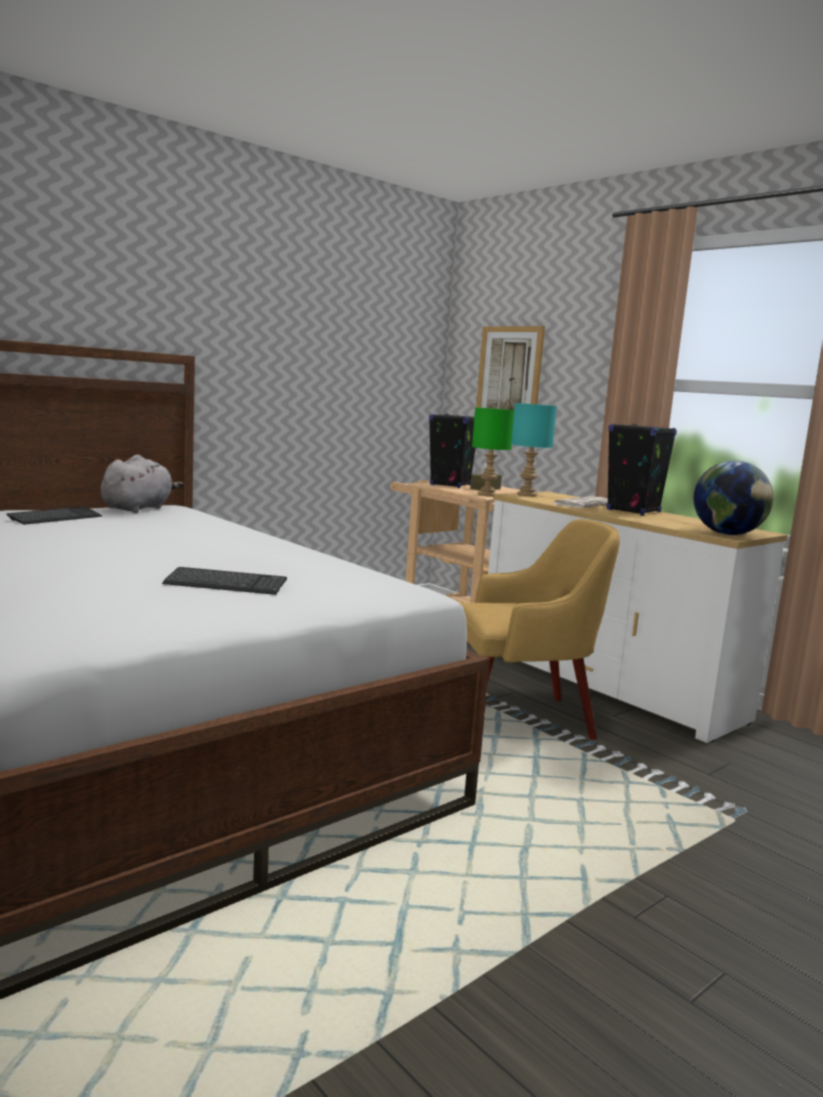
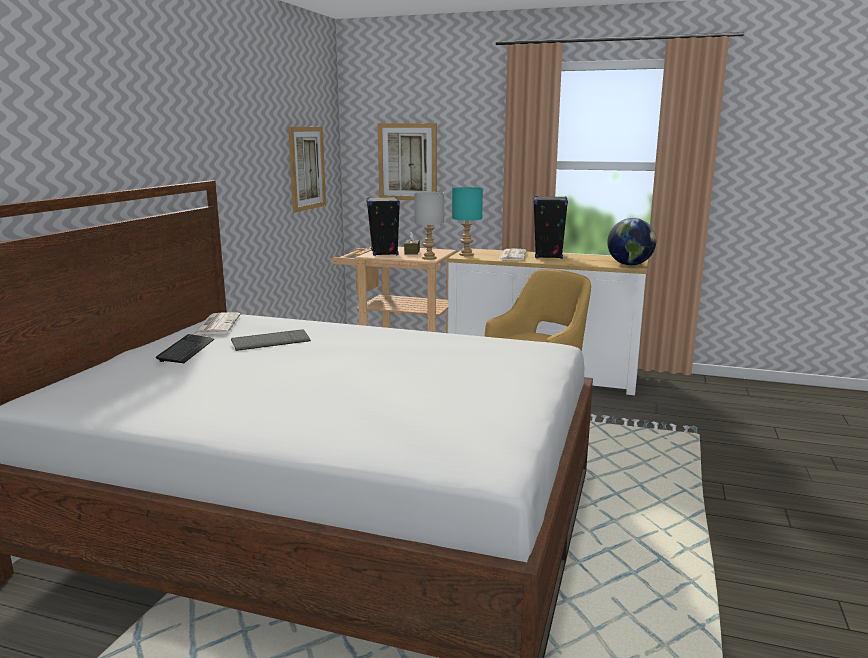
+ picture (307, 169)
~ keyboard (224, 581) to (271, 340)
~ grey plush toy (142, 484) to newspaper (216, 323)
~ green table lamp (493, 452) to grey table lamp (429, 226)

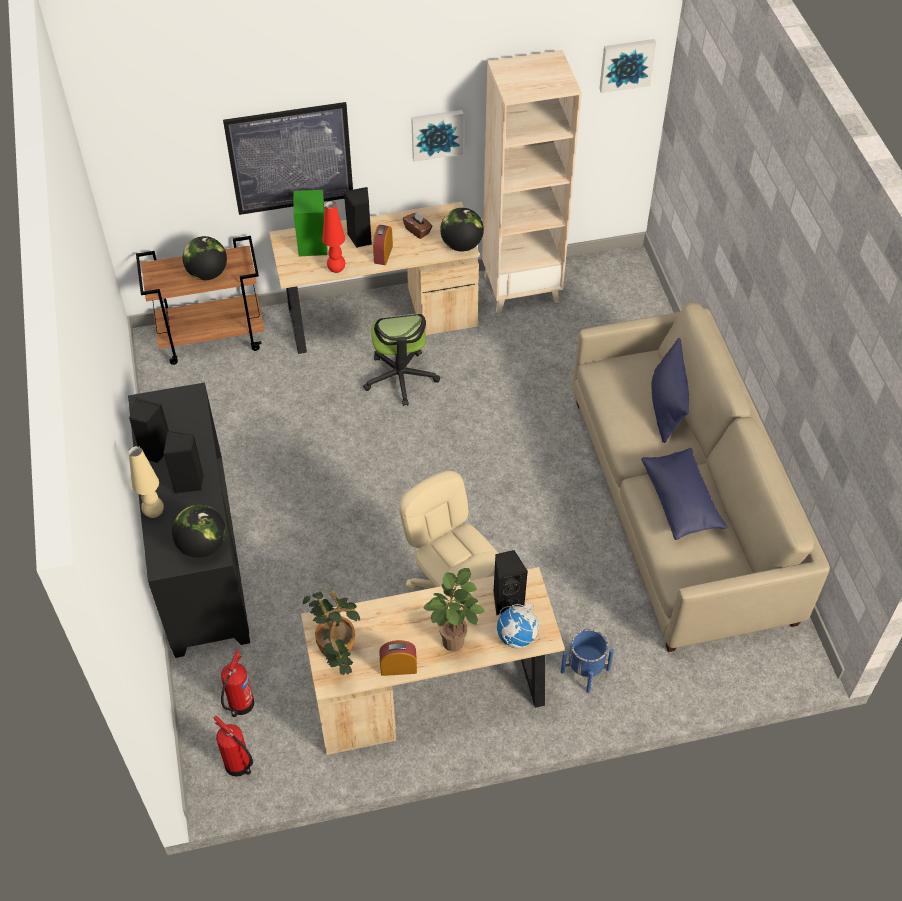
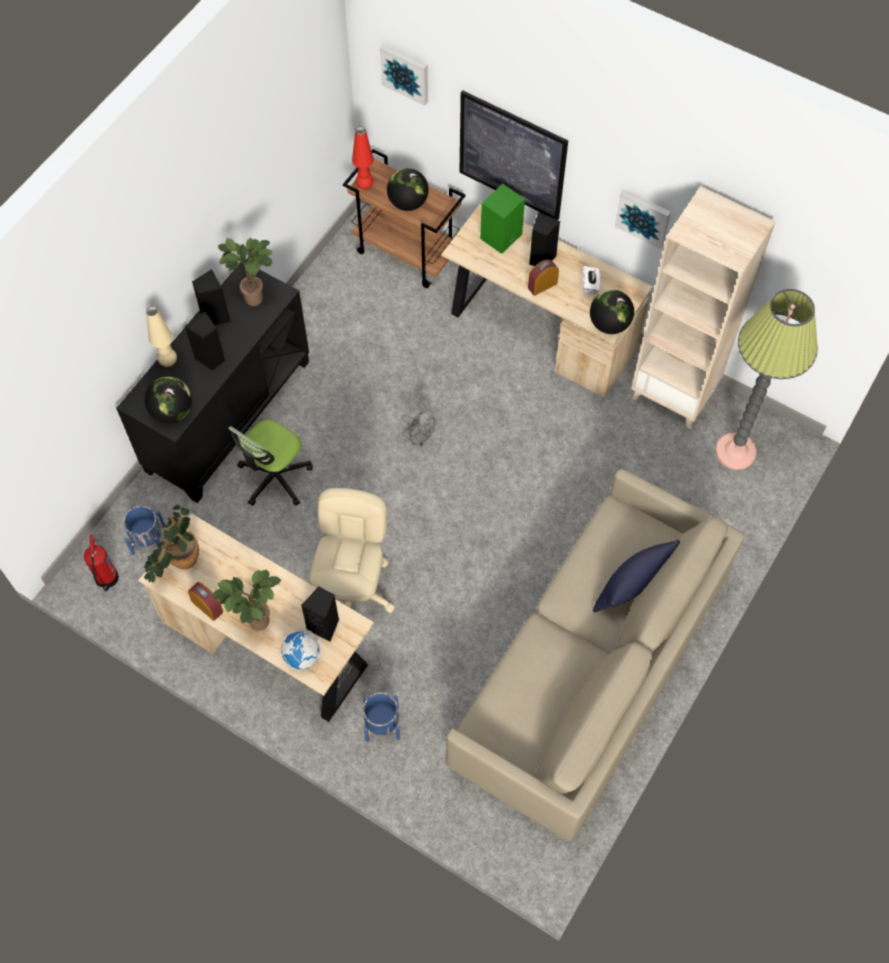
- blue pillow (684, 494)
+ potted plant (245, 272)
+ grey fan (418, 428)
+ floor lamp (766, 379)
~ red table lamp (333, 237) to (363, 158)
~ office chair (401, 359) to (270, 463)
~ picture (627, 66) to (404, 75)
~ fire extinguisher (237, 683) to blue planter (144, 530)
~ brown tissue box (417, 225) to white tissue box (591, 280)

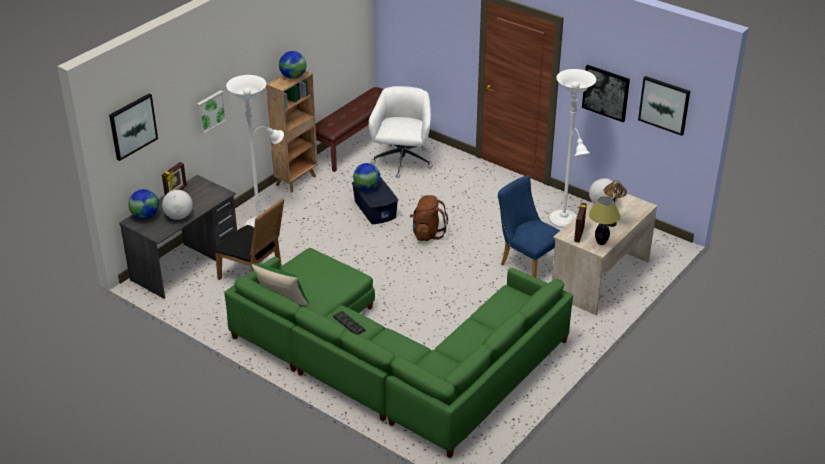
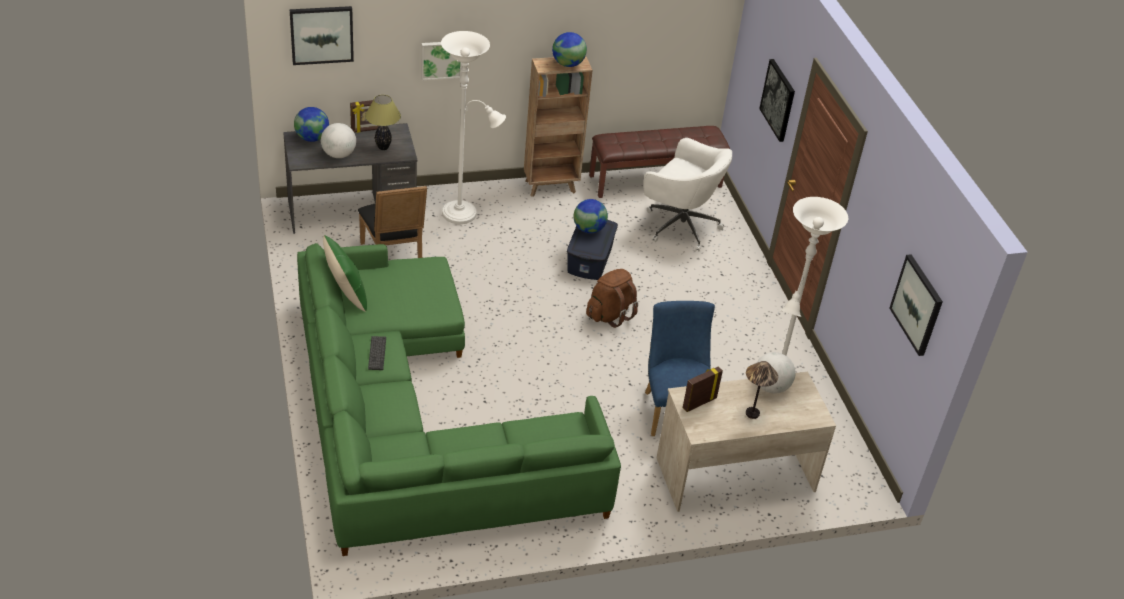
~ picture (606, 93) to (777, 100)
~ table lamp (604, 220) to (383, 122)
~ white office chair (401, 132) = (687, 194) 75 degrees clockwise

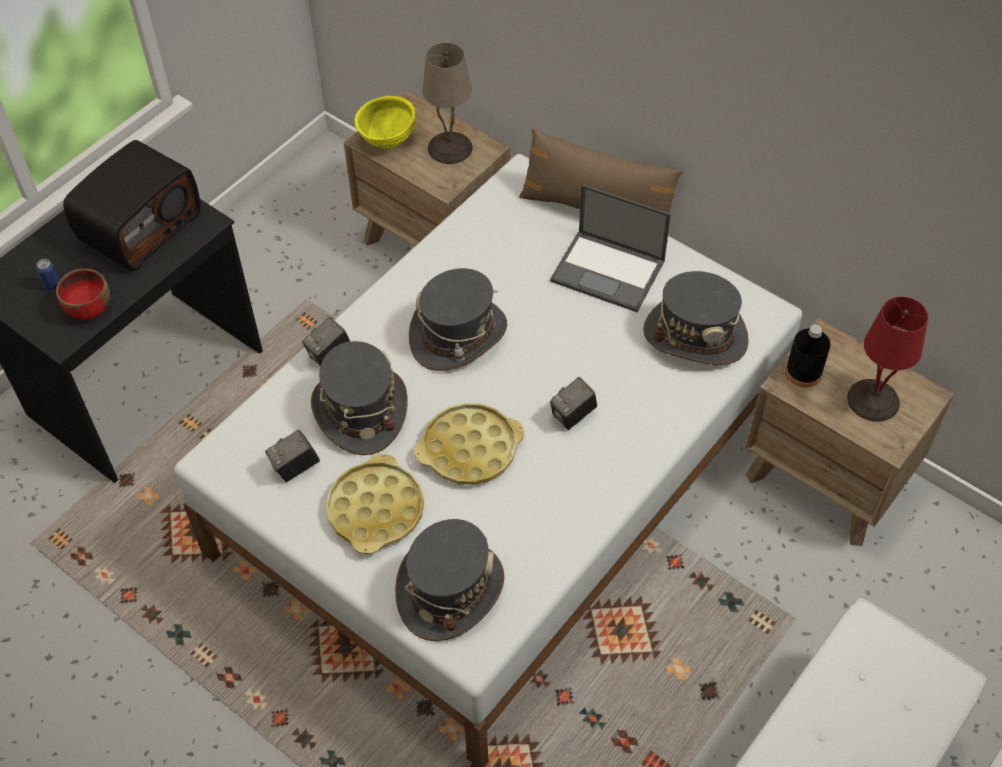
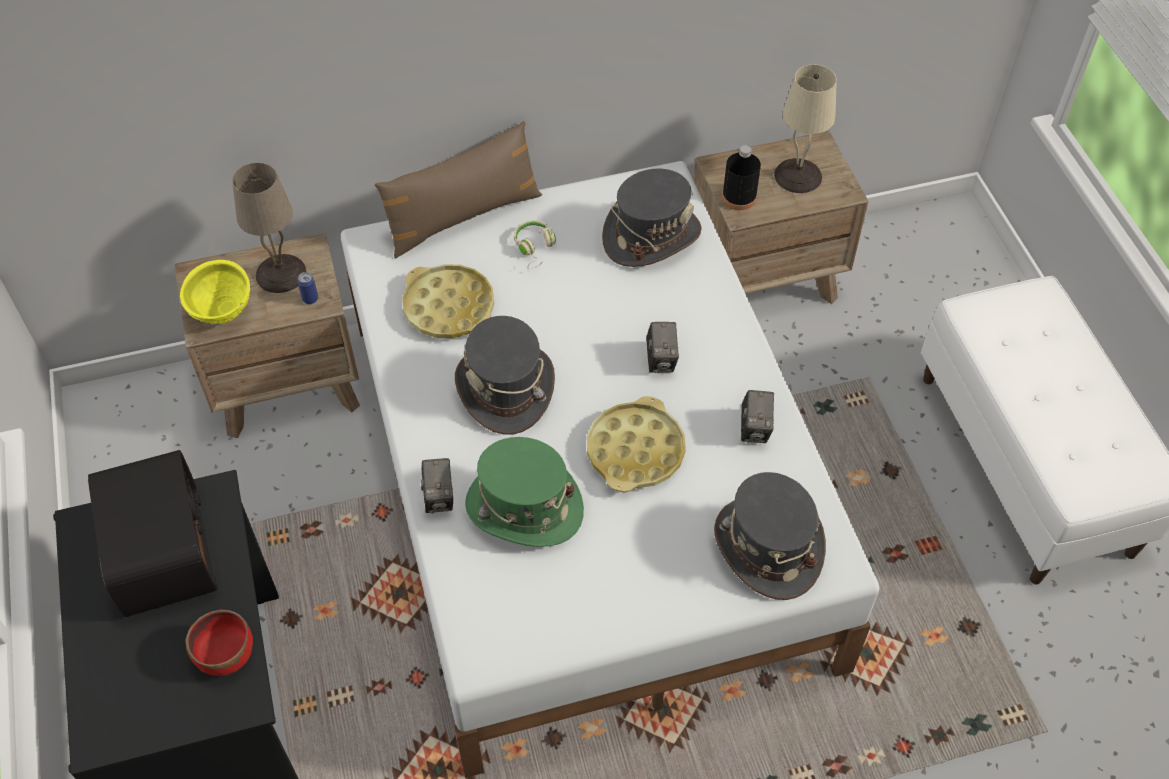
~ can (48, 275) to (307, 288)
~ photo camera (292, 456) to (757, 416)
~ yellow tray (375, 504) to (448, 301)
~ laptop (610, 248) to beige headphones (535, 244)
~ grey hat (359, 398) to green hat (524, 492)
~ red table lamp (887, 359) to beige table lamp (805, 128)

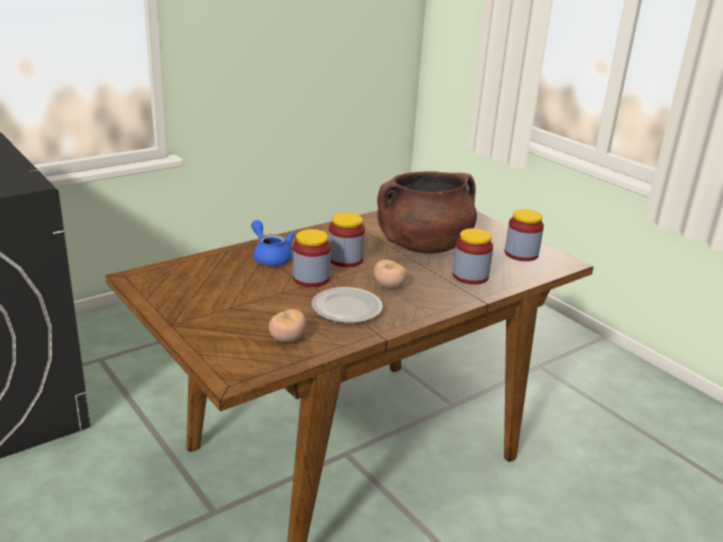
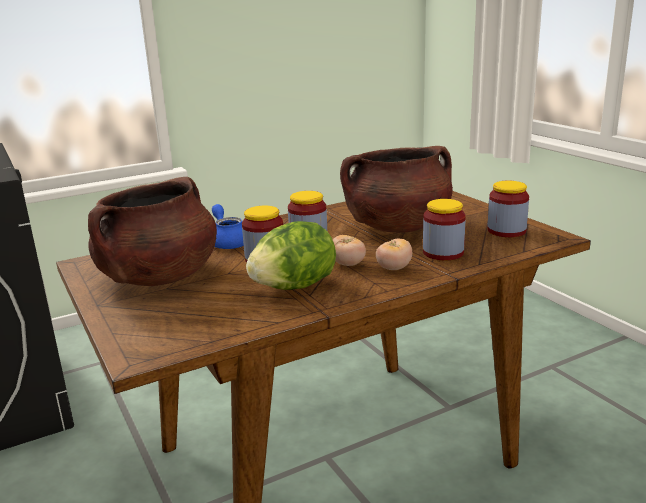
+ brown cooking pot (152, 231)
~ tomato (287, 325) to (394, 254)
~ plate (347, 305) to lettuce (291, 255)

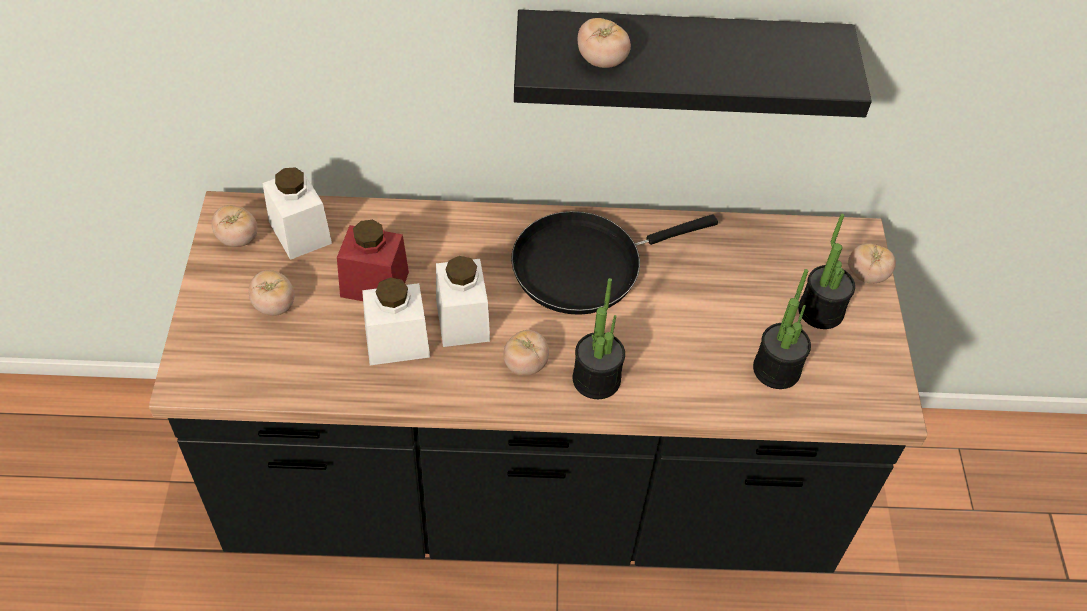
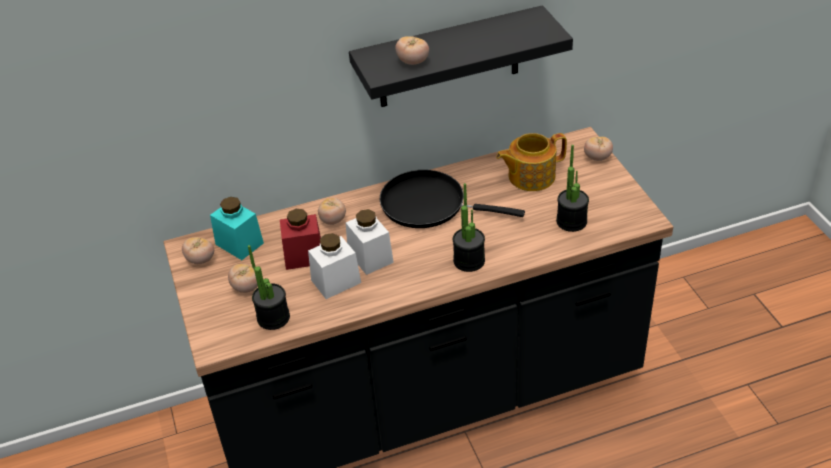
+ teapot (531, 162)
~ tomato (526, 353) to (332, 211)
~ potted plant (826, 271) to (269, 287)
~ white jar (297, 213) to turquoise jar (237, 228)
~ black frying pan (614, 263) = (452, 199) 60 degrees clockwise

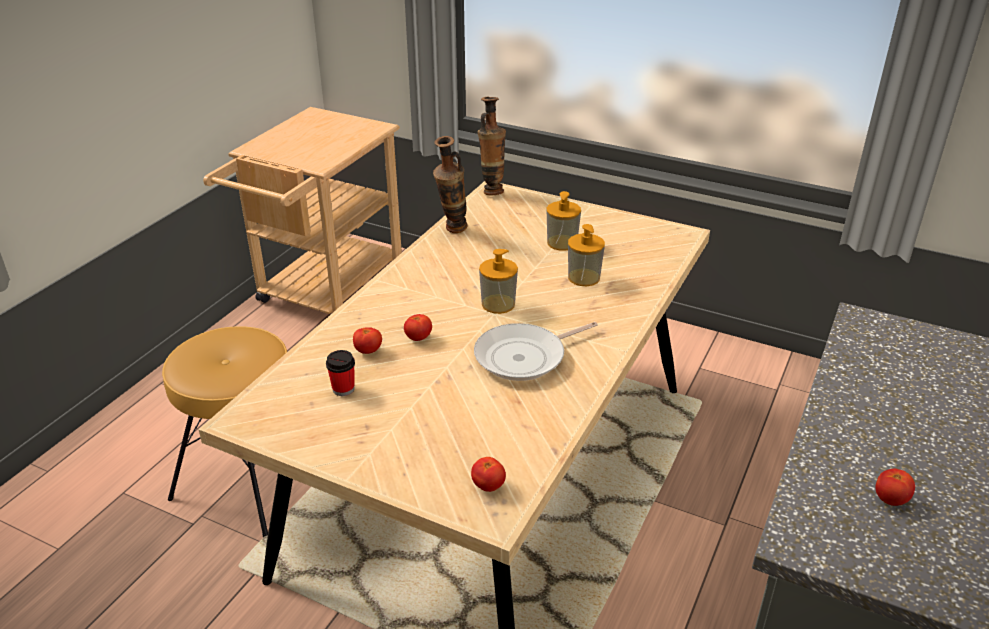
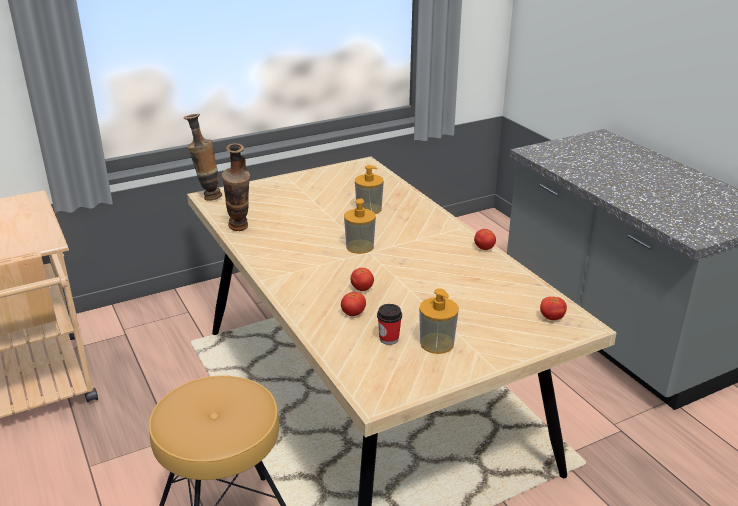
- frying pan (536, 351)
~ soap dispenser (563, 221) to (439, 321)
~ tomato (895, 487) to (485, 239)

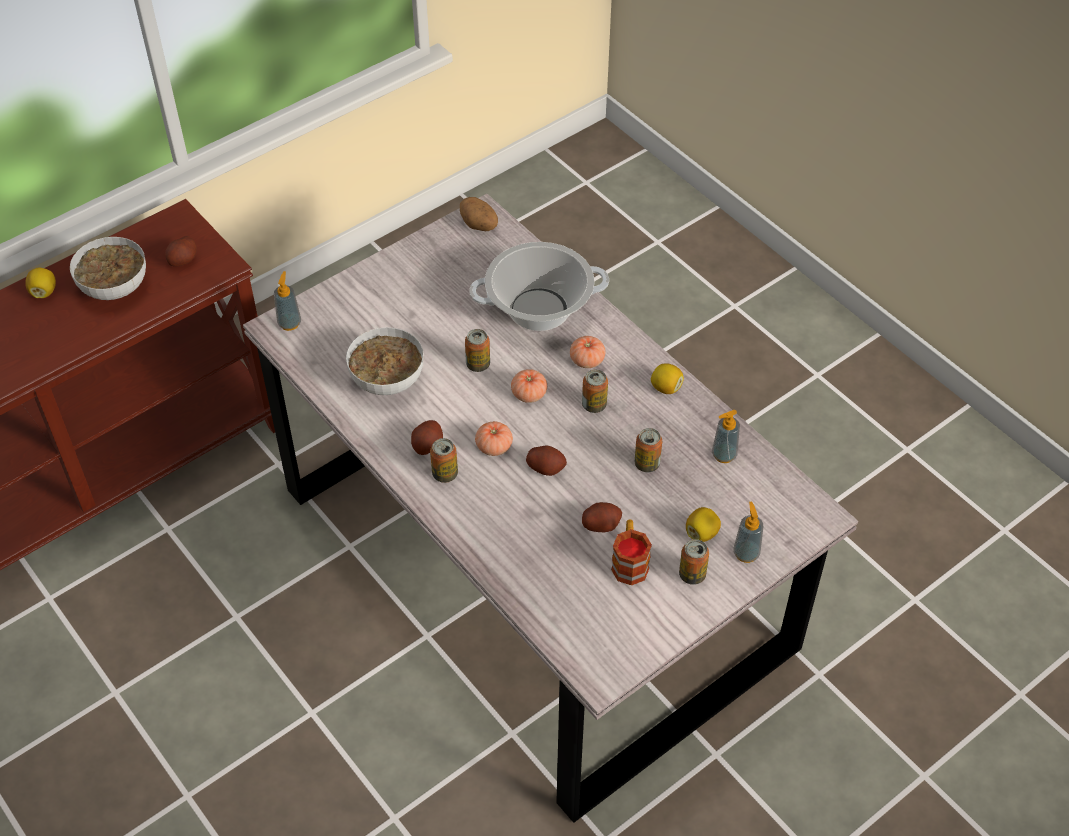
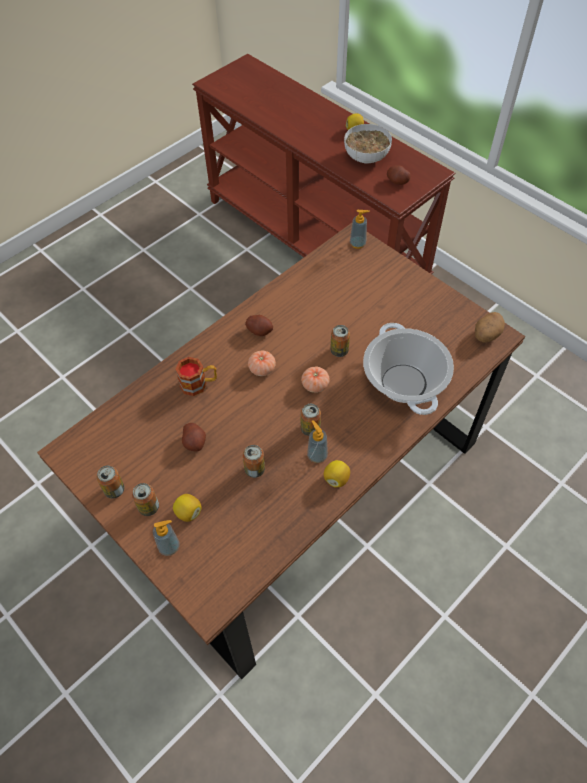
- bowl (385, 361)
- potato (546, 460)
- tomato (587, 352)
~ can (444, 460) to (111, 482)
~ mug (631, 552) to (196, 376)
~ soap dispenser (726, 436) to (317, 441)
~ grey dining table (550, 508) to brown dining table (281, 451)

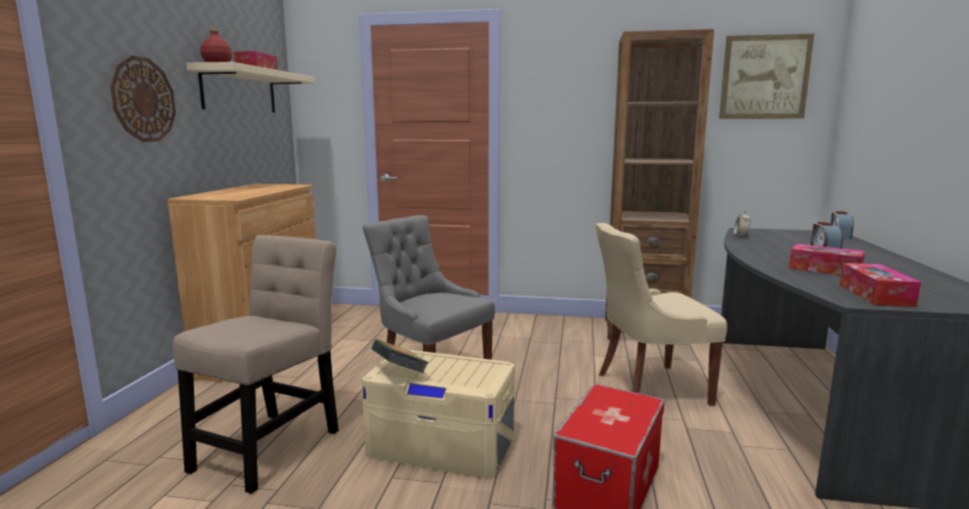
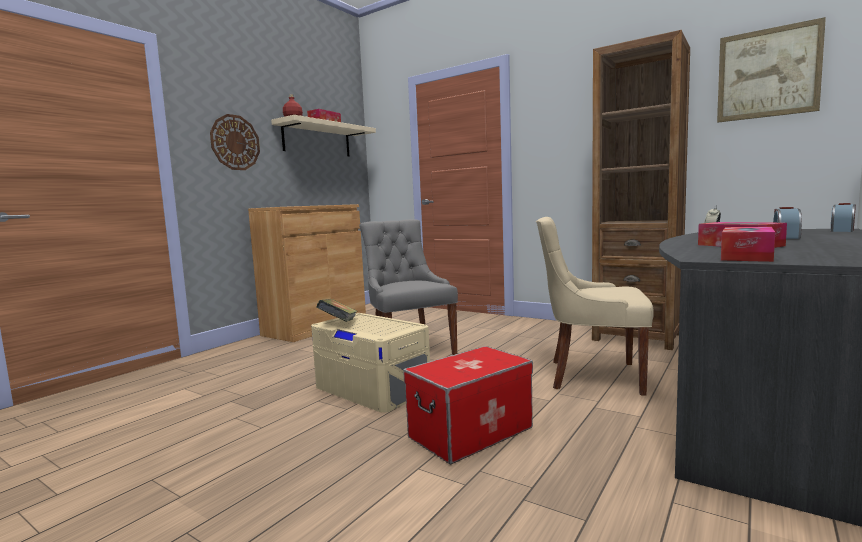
- beige chair (256, 364)

